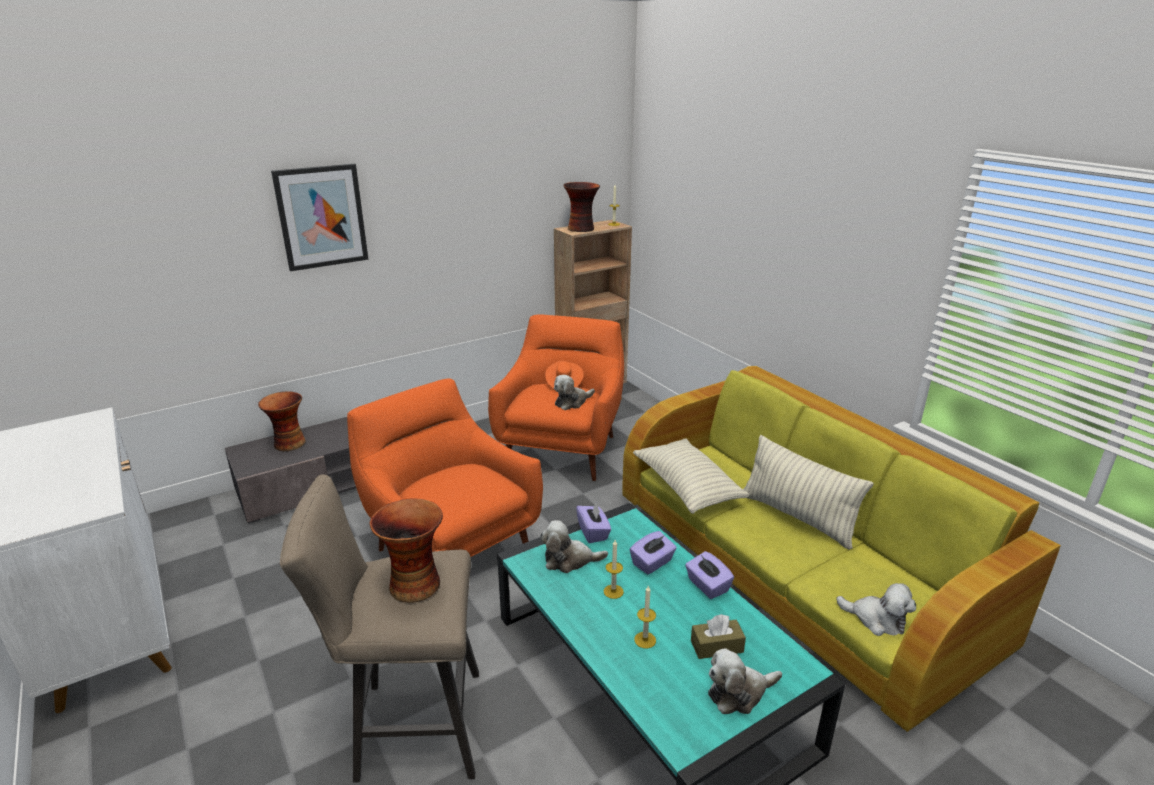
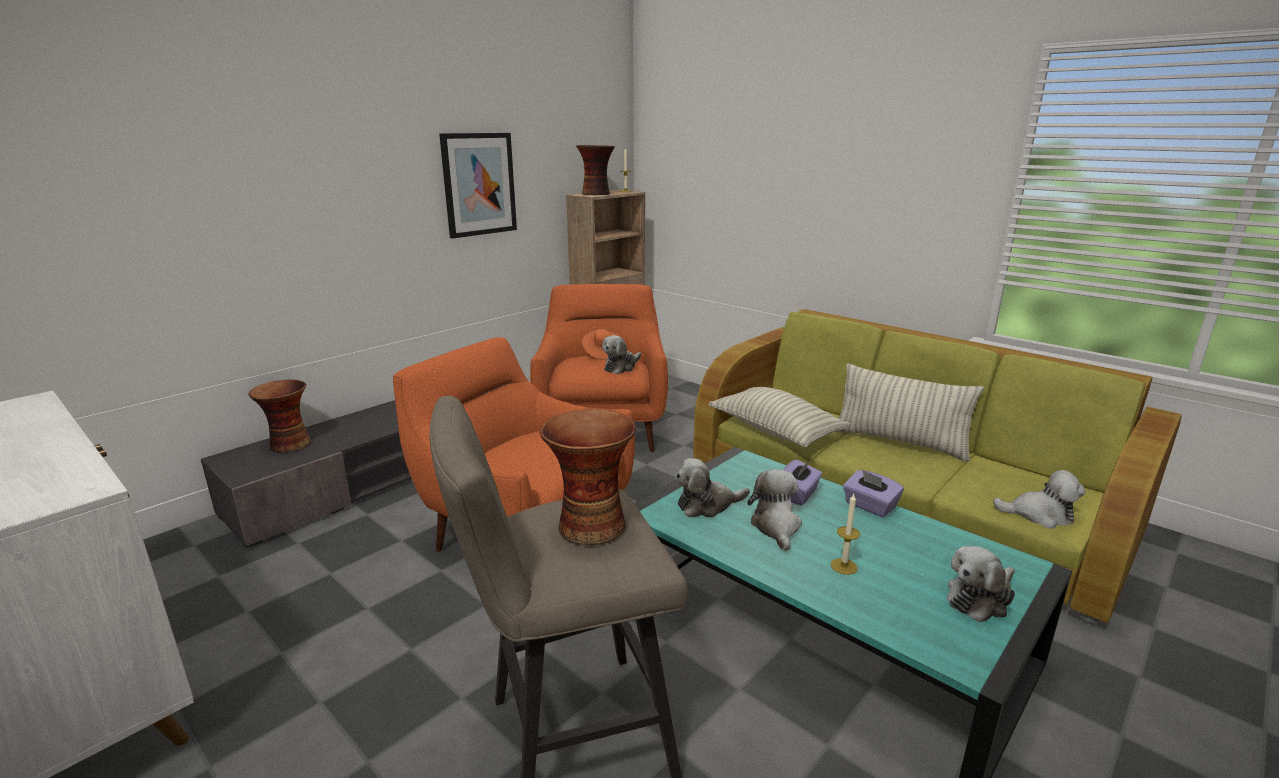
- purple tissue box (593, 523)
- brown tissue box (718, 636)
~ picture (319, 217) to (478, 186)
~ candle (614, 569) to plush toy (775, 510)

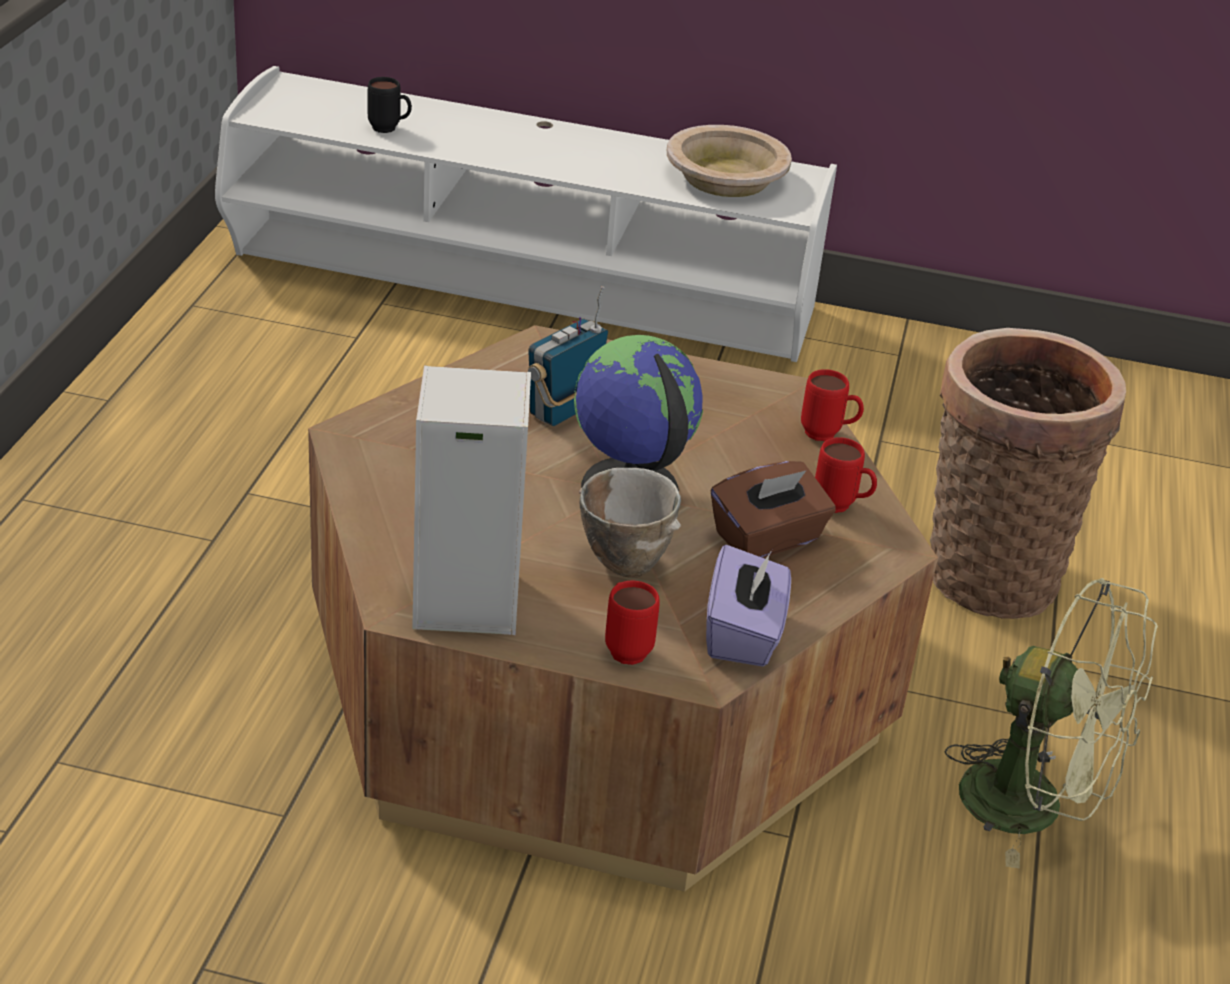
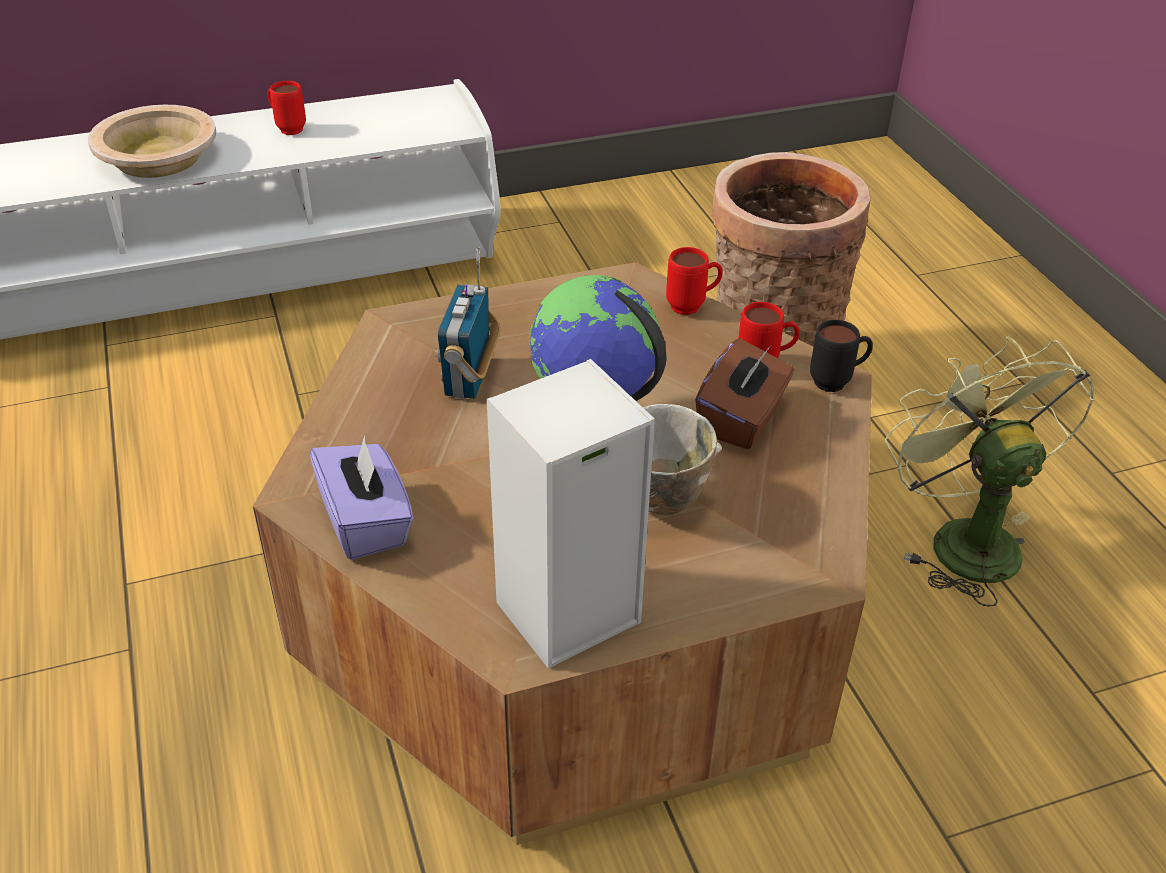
~ black mug (390, 105) to (841, 356)
~ red mug (632, 623) to (286, 108)
~ beige bowl (729, 161) to (152, 141)
~ purple tissue box (748, 606) to (361, 497)
~ green fan (1051, 723) = (990, 472) 105 degrees counterclockwise

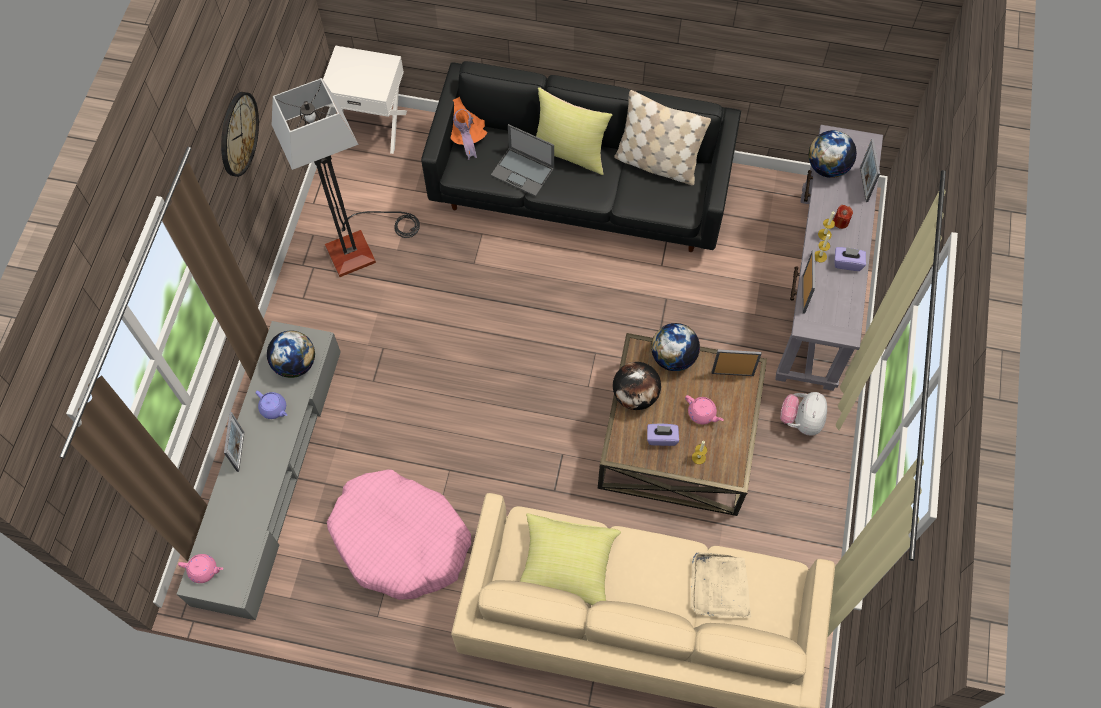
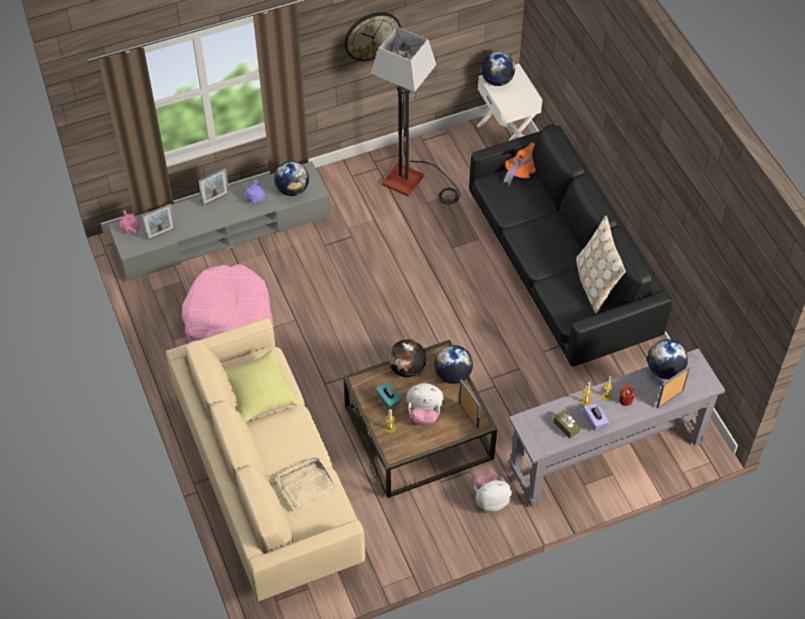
- laptop (522, 160)
- yellow pillow (574, 131)
+ globe (498, 69)
+ brown tissue box (567, 424)
~ picture frame (808, 281) to (158, 222)
~ pink teapot (704, 409) to plush toy (425, 404)
~ purple tissue box (663, 435) to turquoise tissue box (388, 396)

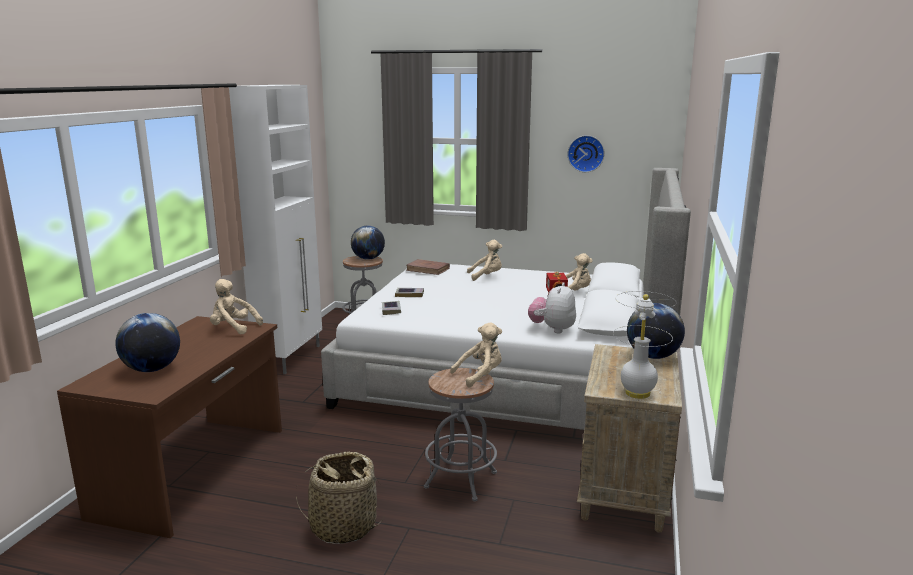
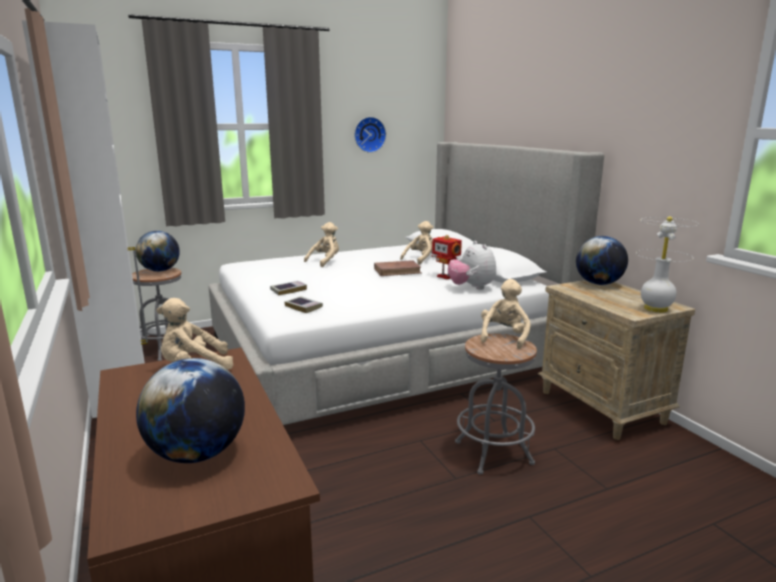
- basket (340, 498)
~ brown book (428, 267) to (398, 268)

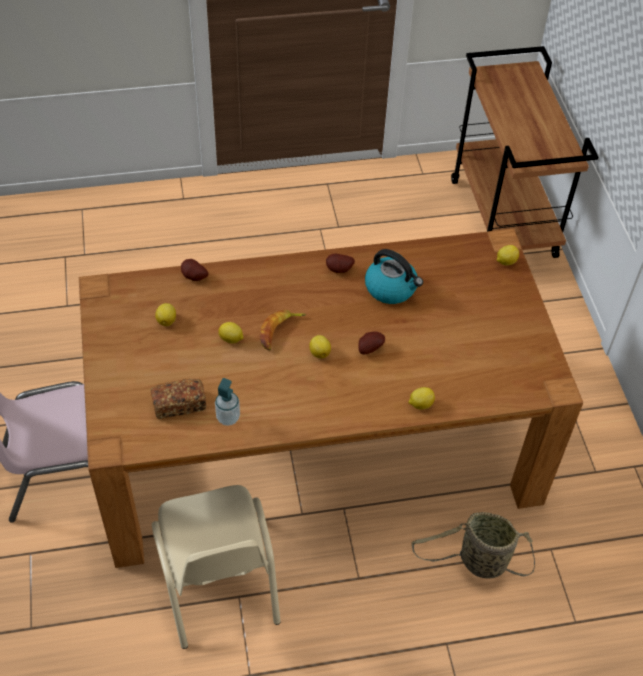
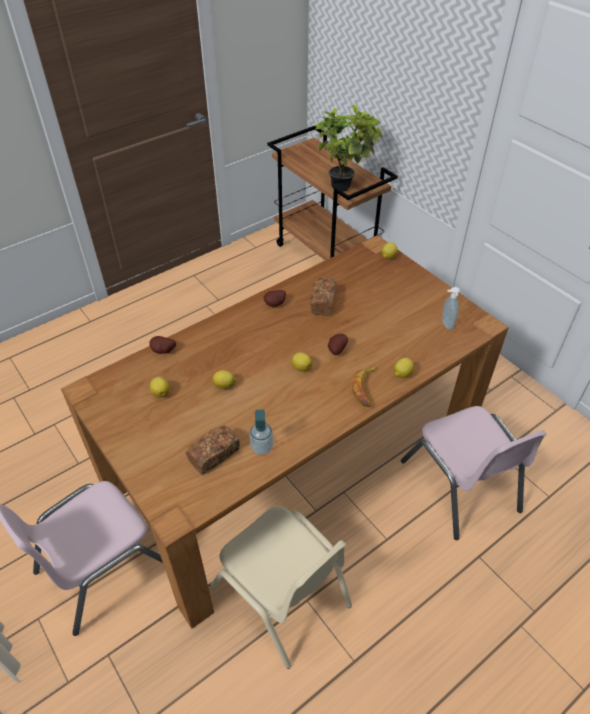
+ potted plant (348, 148)
+ soap dispenser (451, 308)
~ banana (283, 330) to (364, 386)
~ kettle (394, 276) to bread (323, 297)
~ basket (473, 545) to pink chair (474, 473)

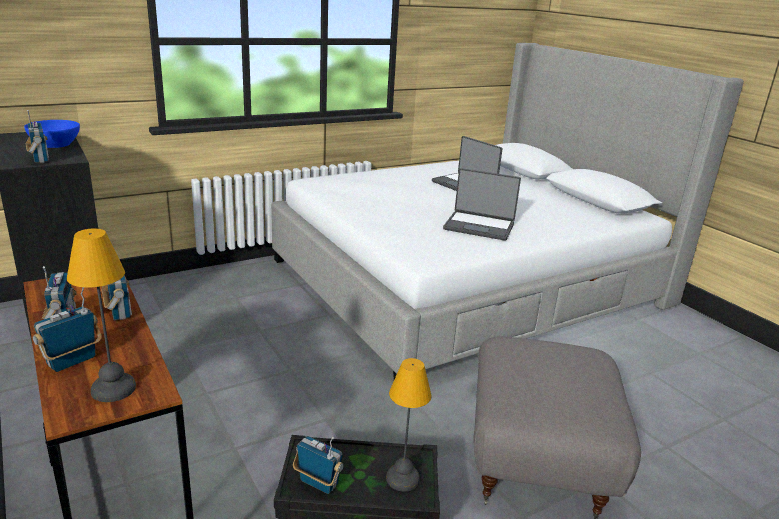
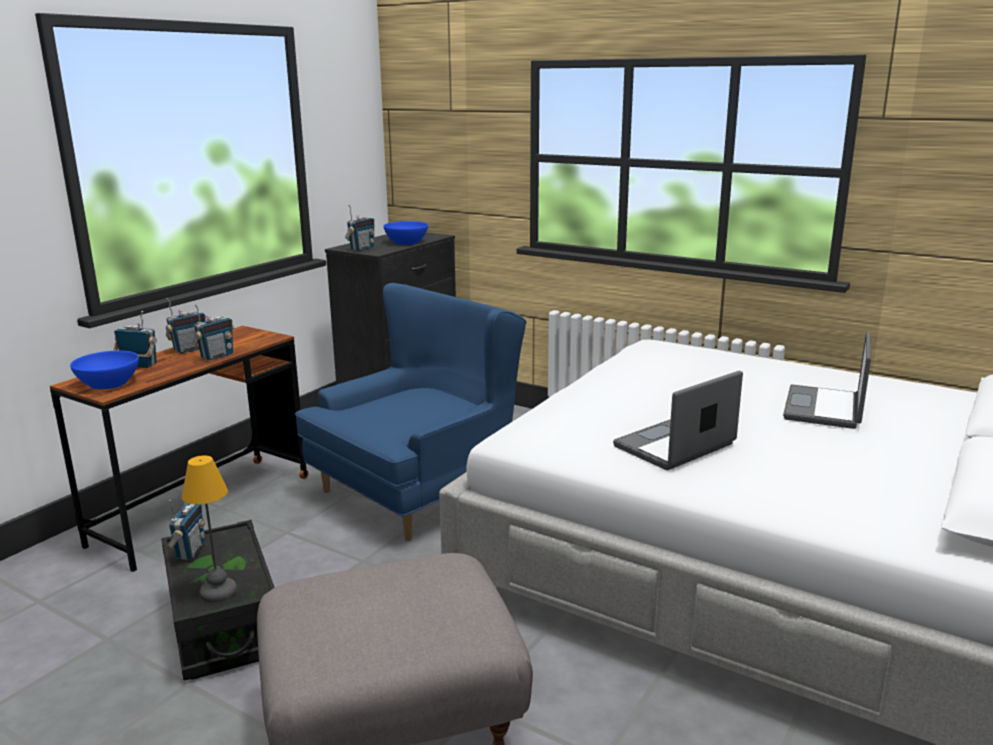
+ blue armchair (410, 412)
~ table lamp (101, 315) to blue bowl (104, 370)
~ laptop (482, 204) = (678, 420) 60 degrees clockwise

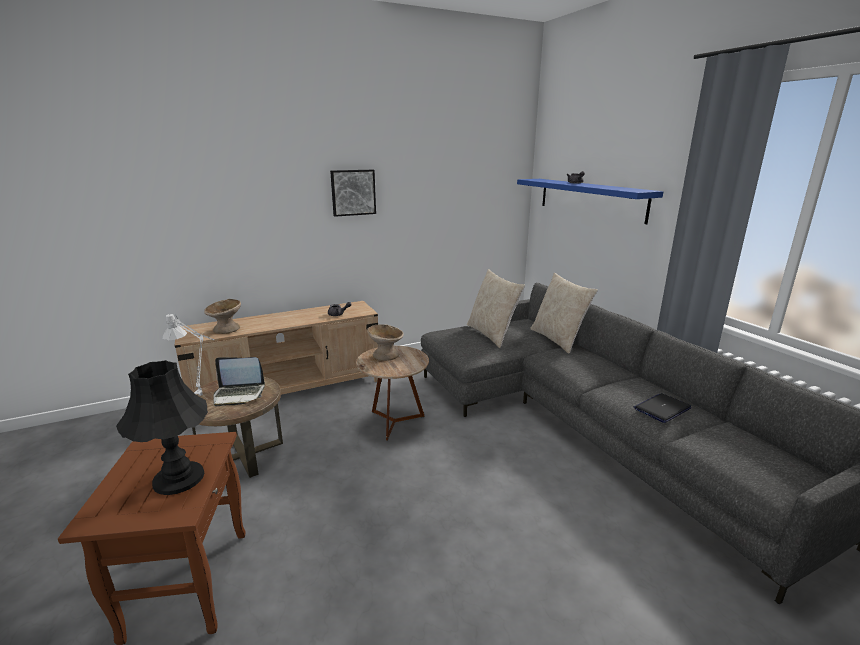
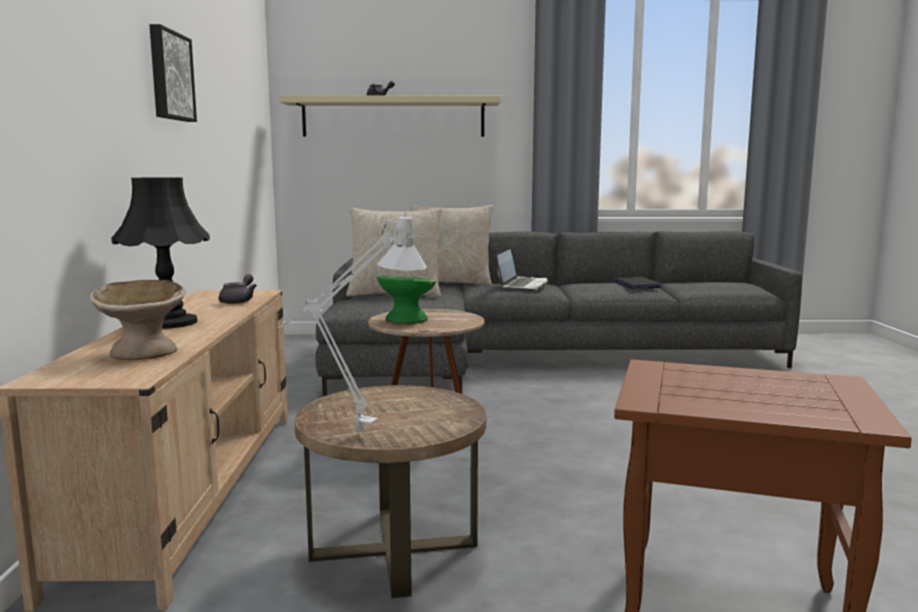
~ black table lamp (162, 427) to (160, 253)
~ laptop (239, 381) to (522, 269)
~ beige bowl (385, 342) to green bowl (406, 299)
~ blue shelf (590, 201) to beige shelf (390, 116)

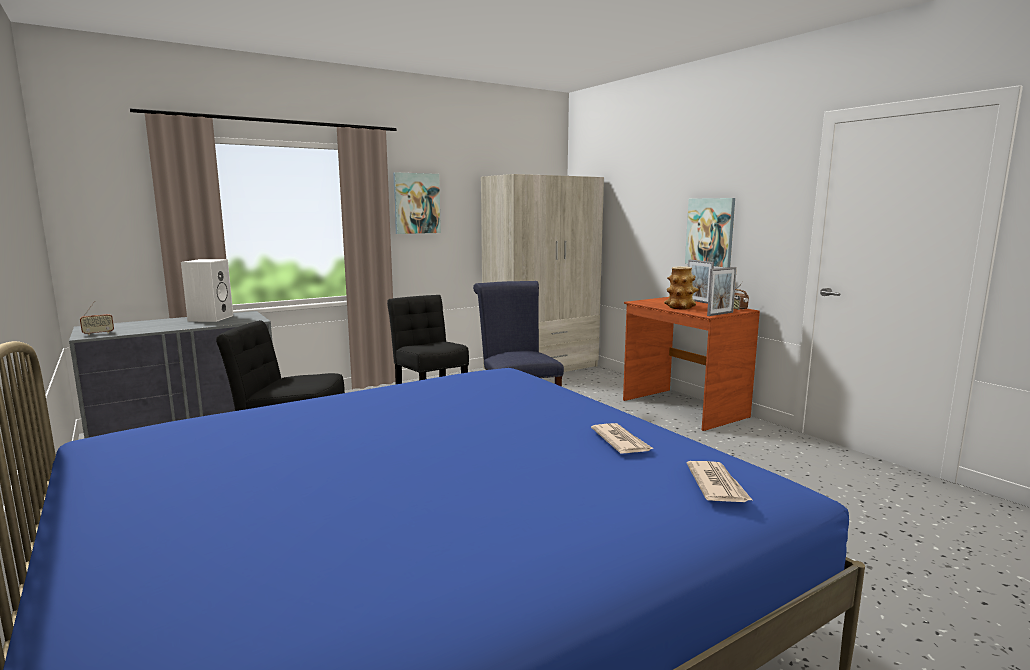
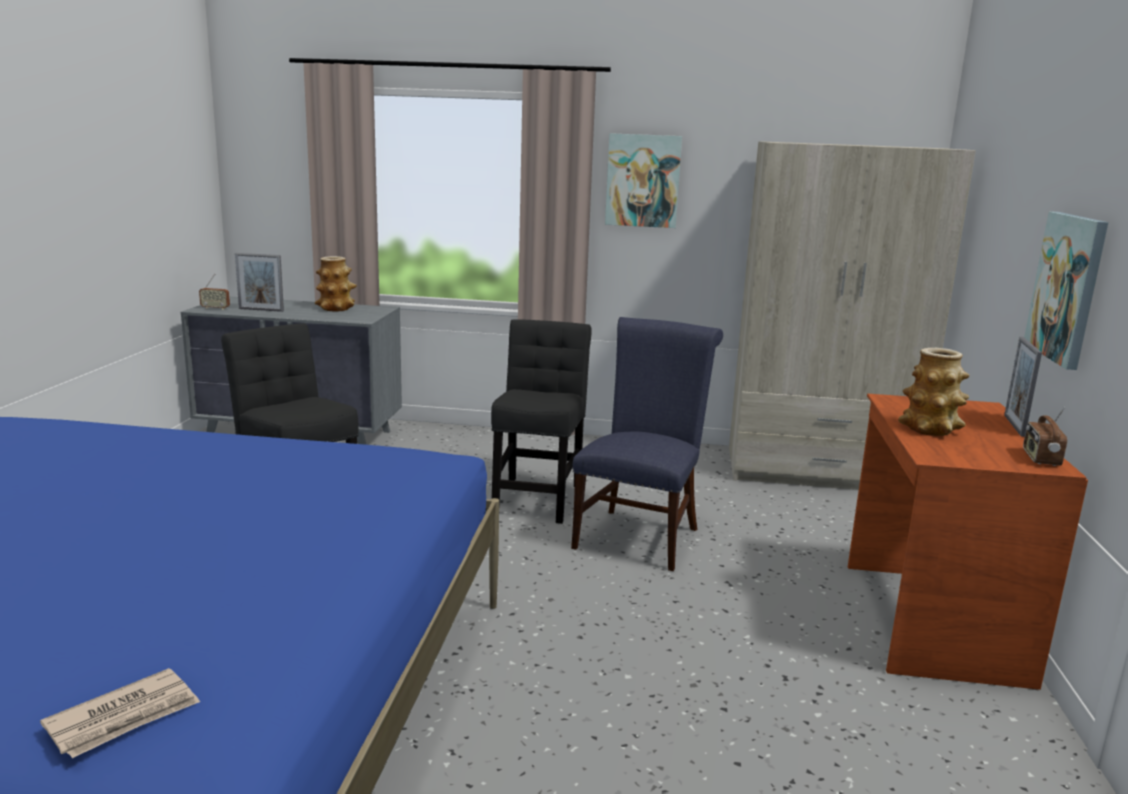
- newspaper (622, 438)
~ picture frame (722, 291) to (259, 282)
~ white speaker (207, 290) to vase (336, 284)

